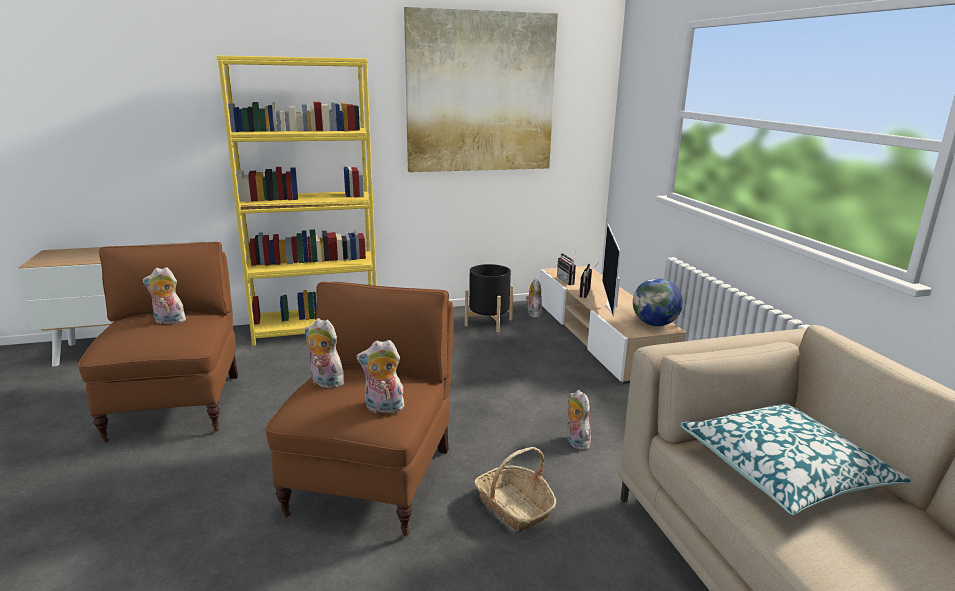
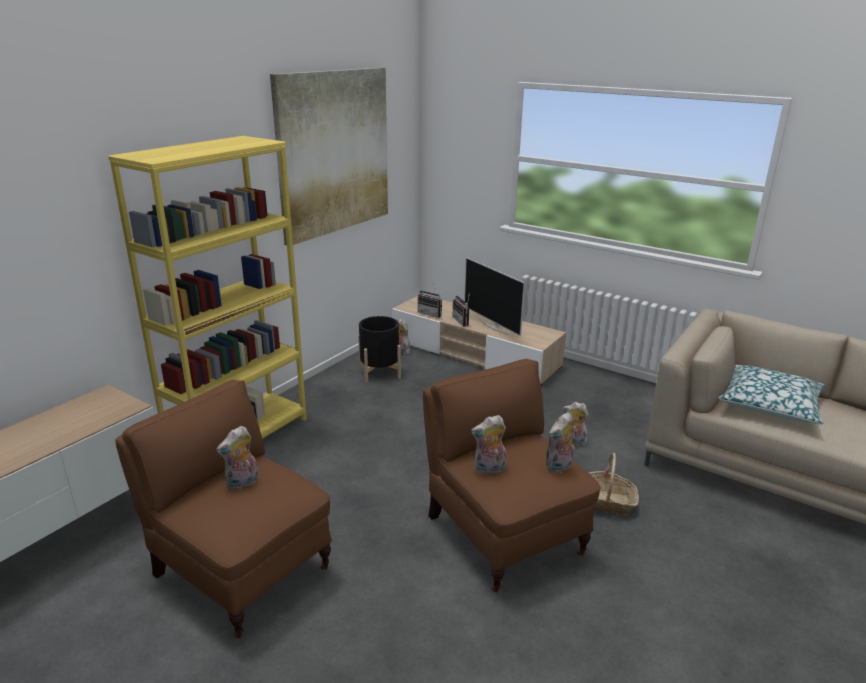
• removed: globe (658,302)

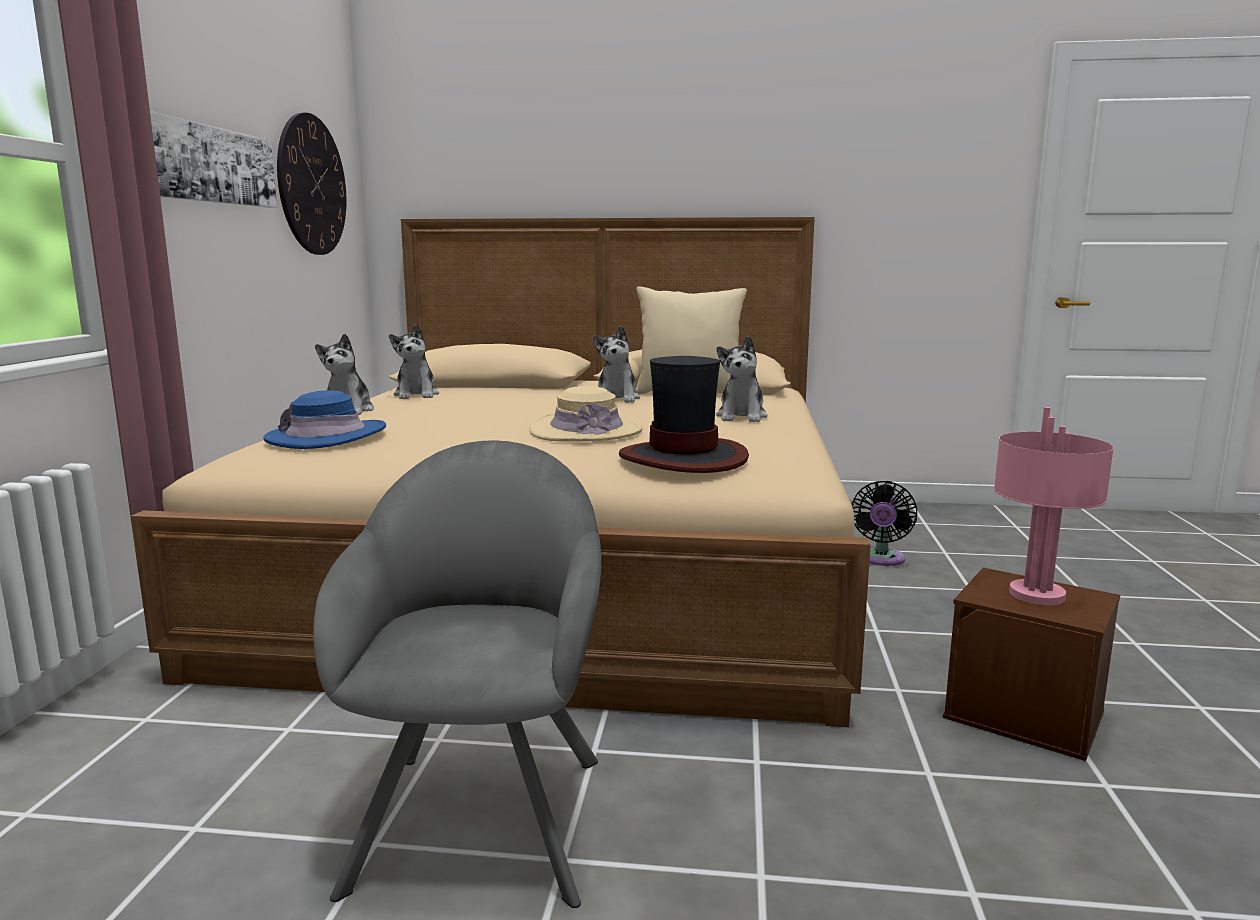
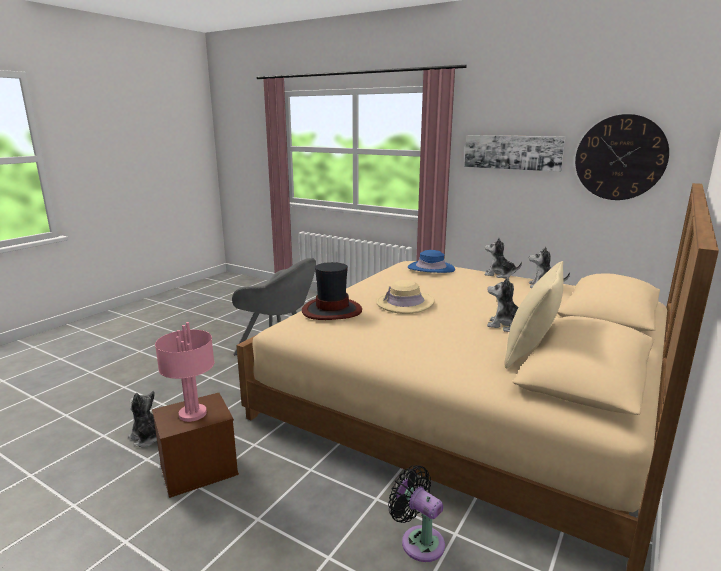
• moved: plush toy (742,379) to (142,419)

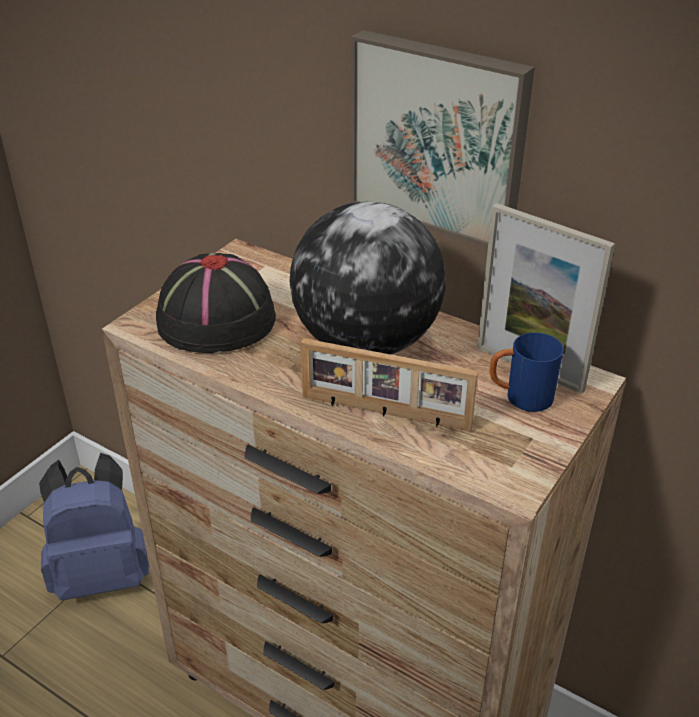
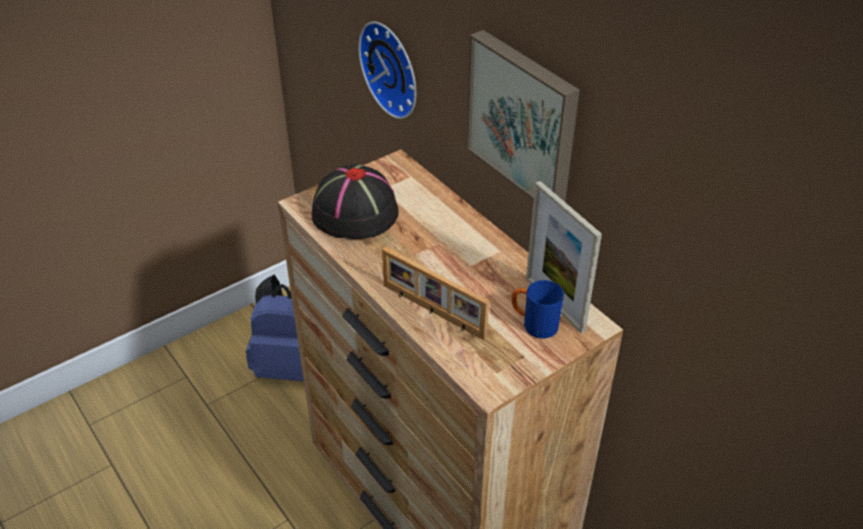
• added: wall clock (387,70)
• removed: globe (367,278)

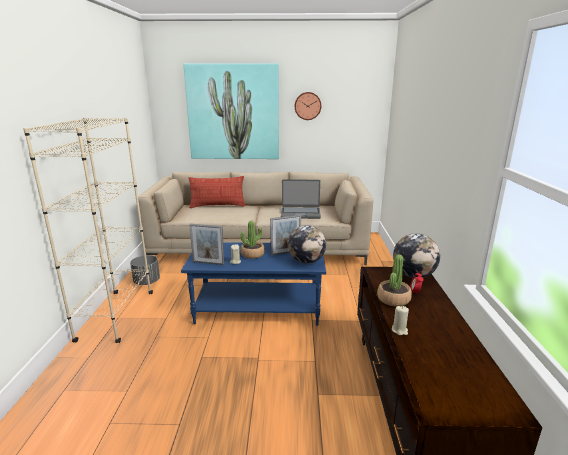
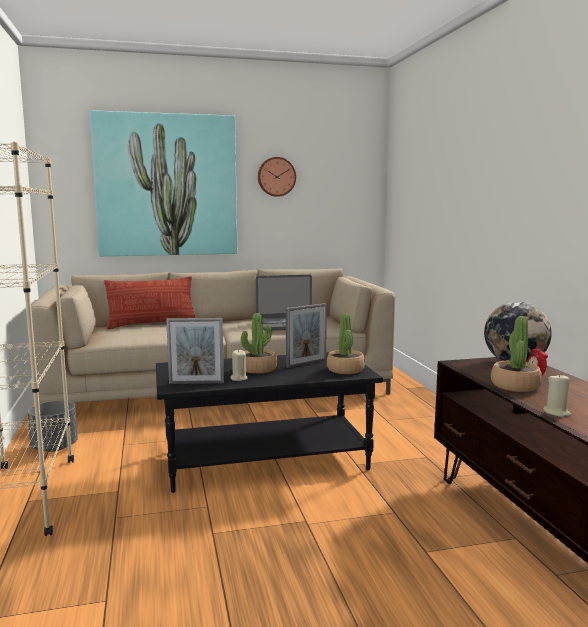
• recoloured: coffee table (blue) (253,284) to coffee table (black) (269,422)
• replaced: globe (307,244) to potted plant (345,343)

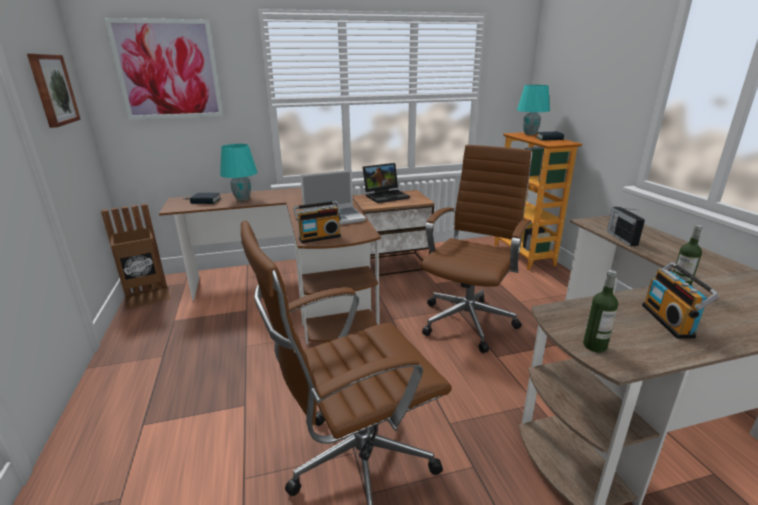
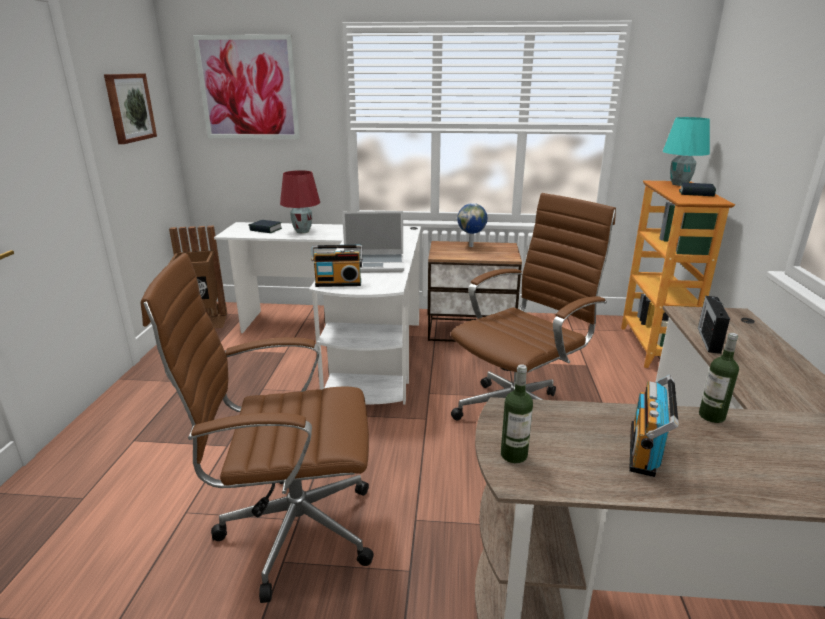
• recoloured: desk (brown) (270,266) to desk (white) (317,313)
• recoloured: table lamp (turquoise) (239,172) to table lamp (red) (300,201)
• replaced: laptop (386,183) to globe (472,225)

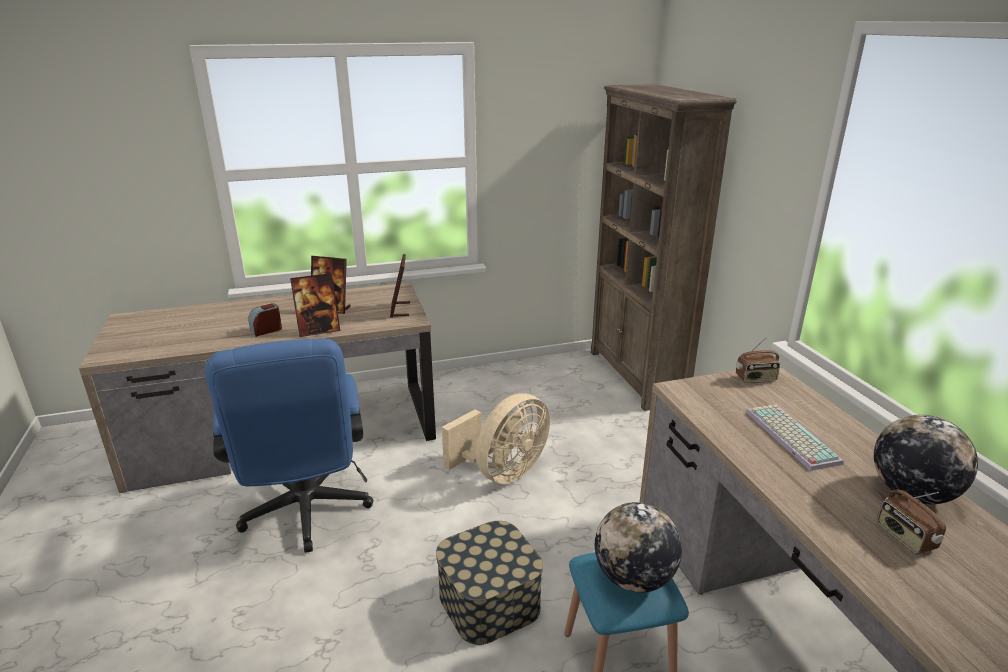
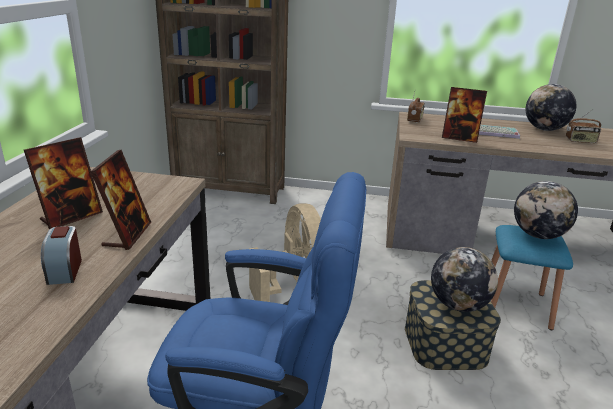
• added: globe (464,279)
• moved: picture frame (400,286) to (464,115)

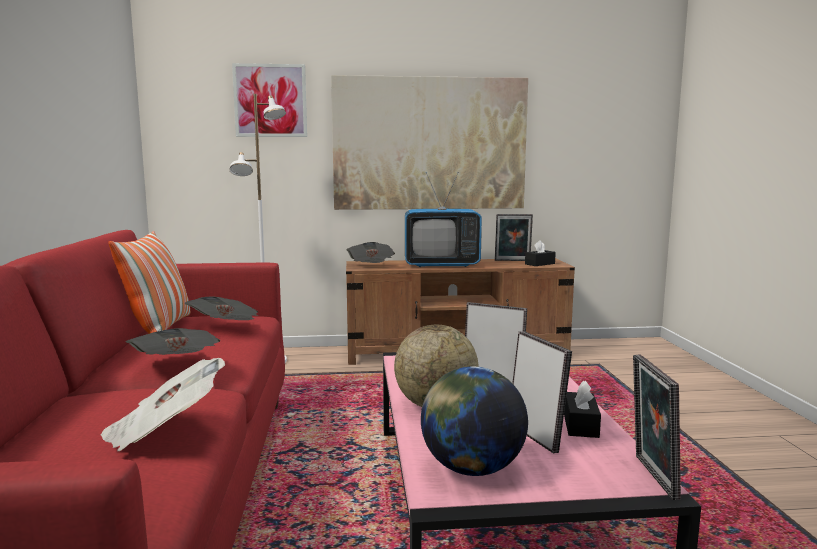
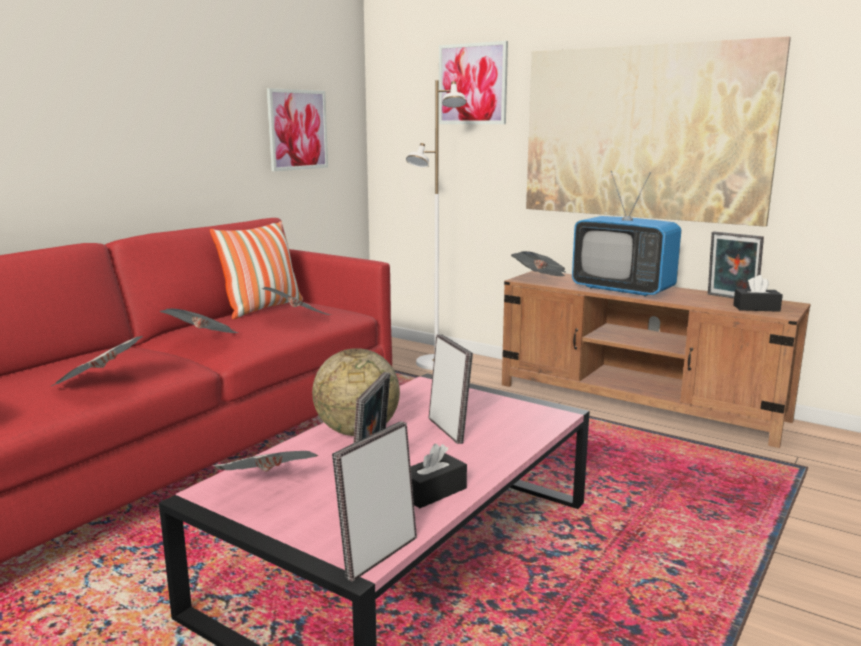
• replaced: globe (474,421) to newspaper (265,461)
• added: picture (297,129)

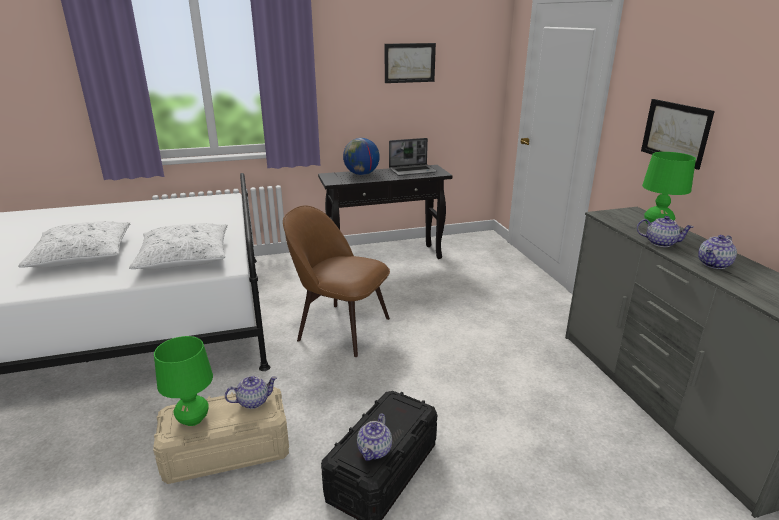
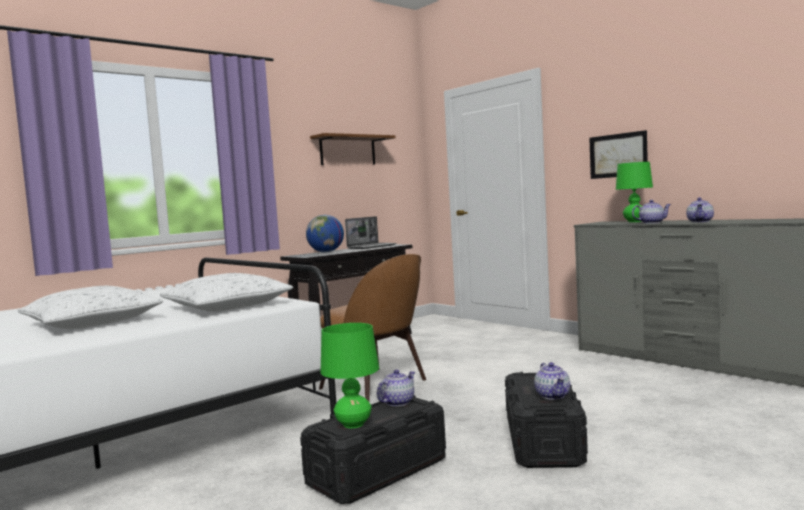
• recoloured: storage box (beige) (221,435) to storage box (black) (373,449)
• replaced: picture (410,63) to shelf (brown) (353,149)
• turned: chair (brown) (336,281) = (372,328) 135 degrees counterclockwise

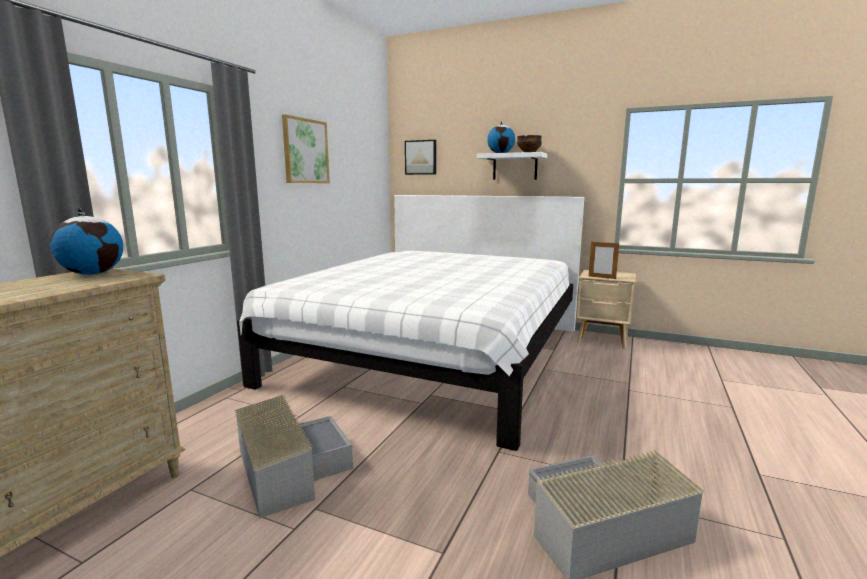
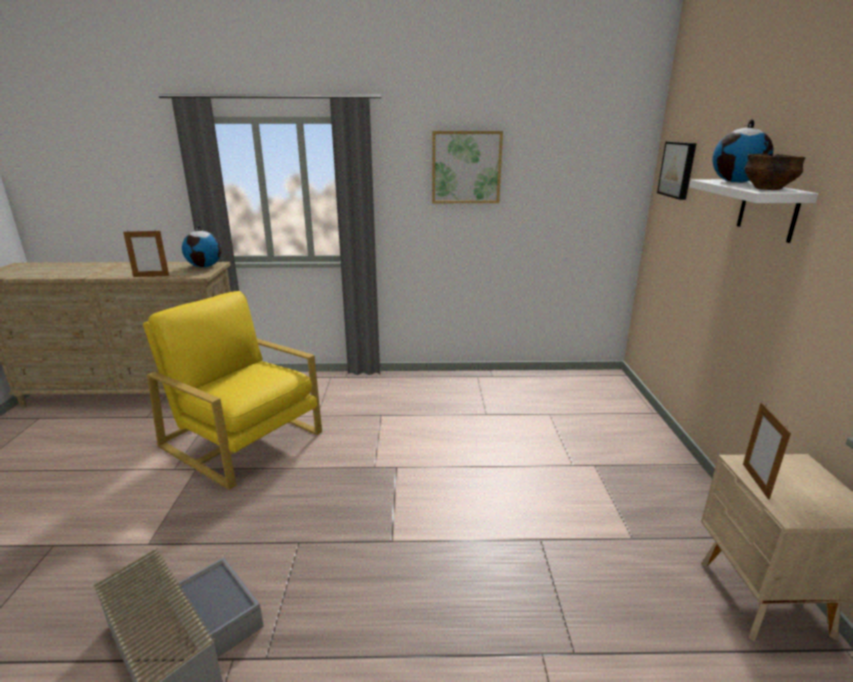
• added: picture frame (146,253)
• replaced: storage box (grey) (294,457) to armchair (yellow) (232,390)
• removed: bed (white) (410,323)

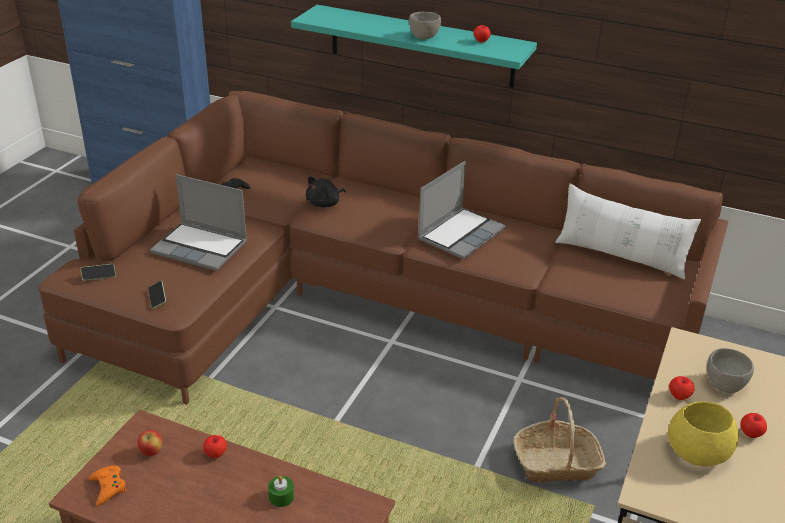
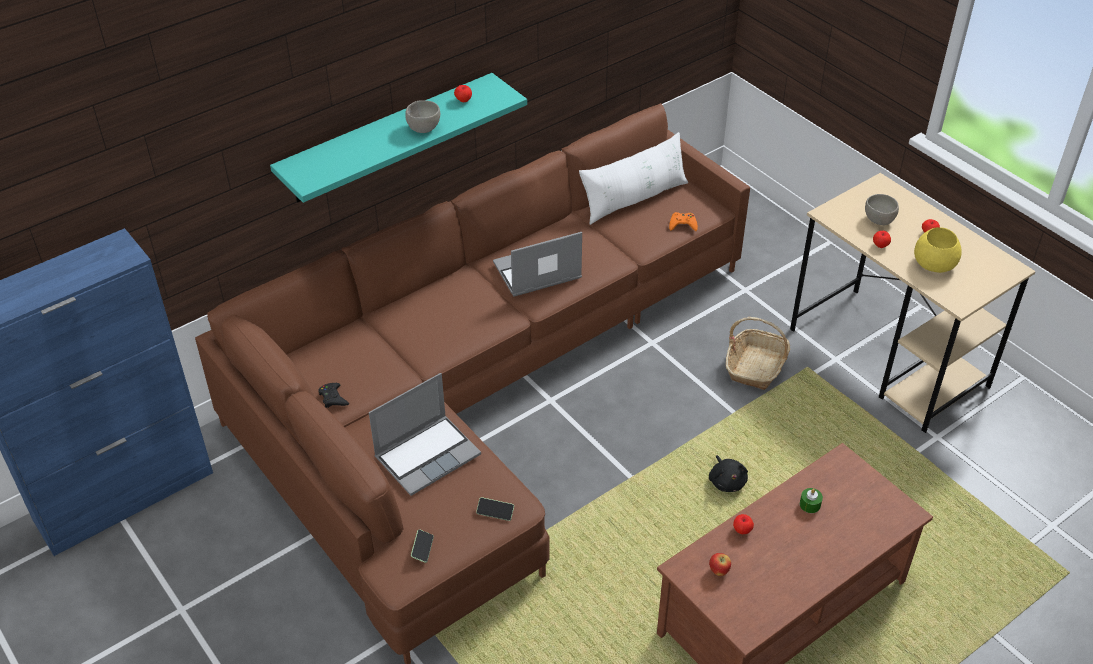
• turned: laptop (462,210) = (537,264) 90 degrees counterclockwise
• moved: game controller (orange) (107,485) to (683,221)
• moved: plush toy (black) (325,192) to (728,473)

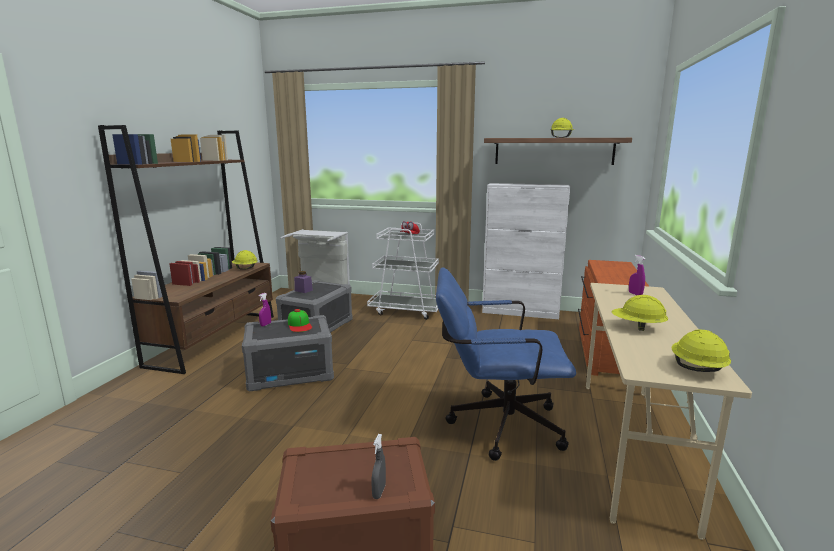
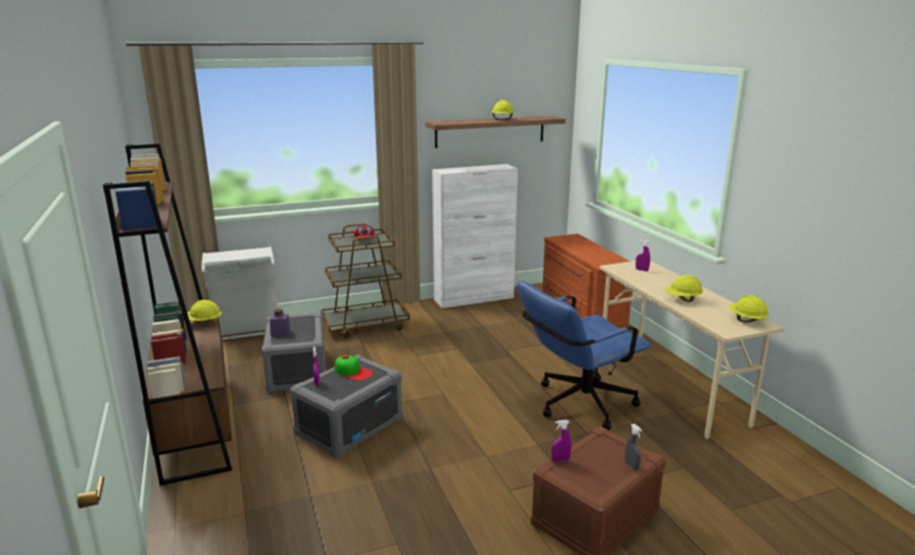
• recoloured: cart (white) (403,271) to cart (brown) (365,281)
• added: spray bottle (purple) (561,441)

